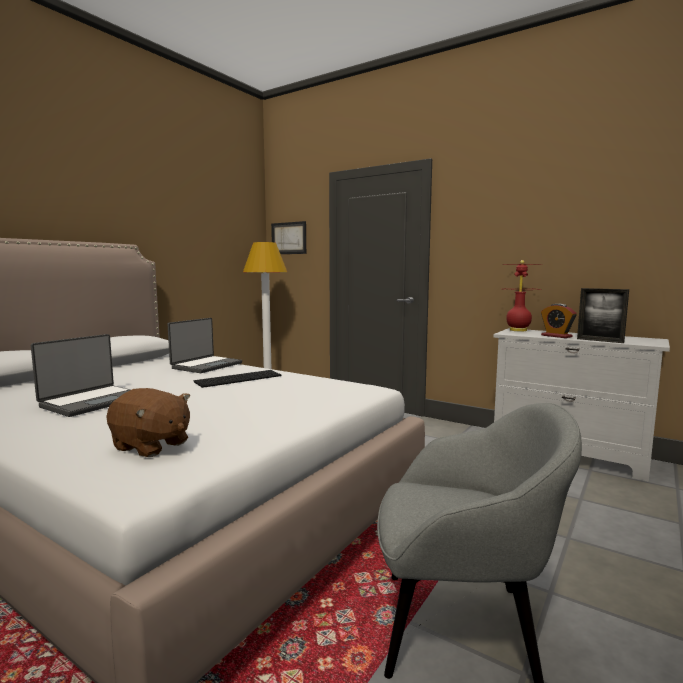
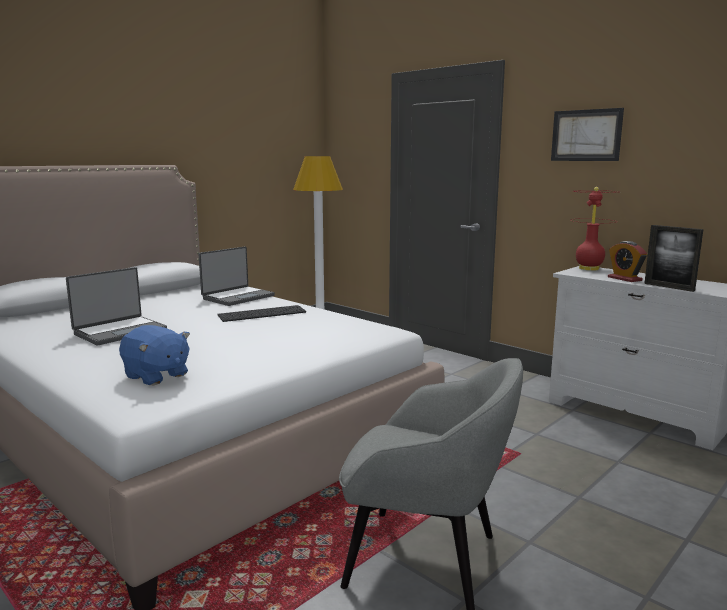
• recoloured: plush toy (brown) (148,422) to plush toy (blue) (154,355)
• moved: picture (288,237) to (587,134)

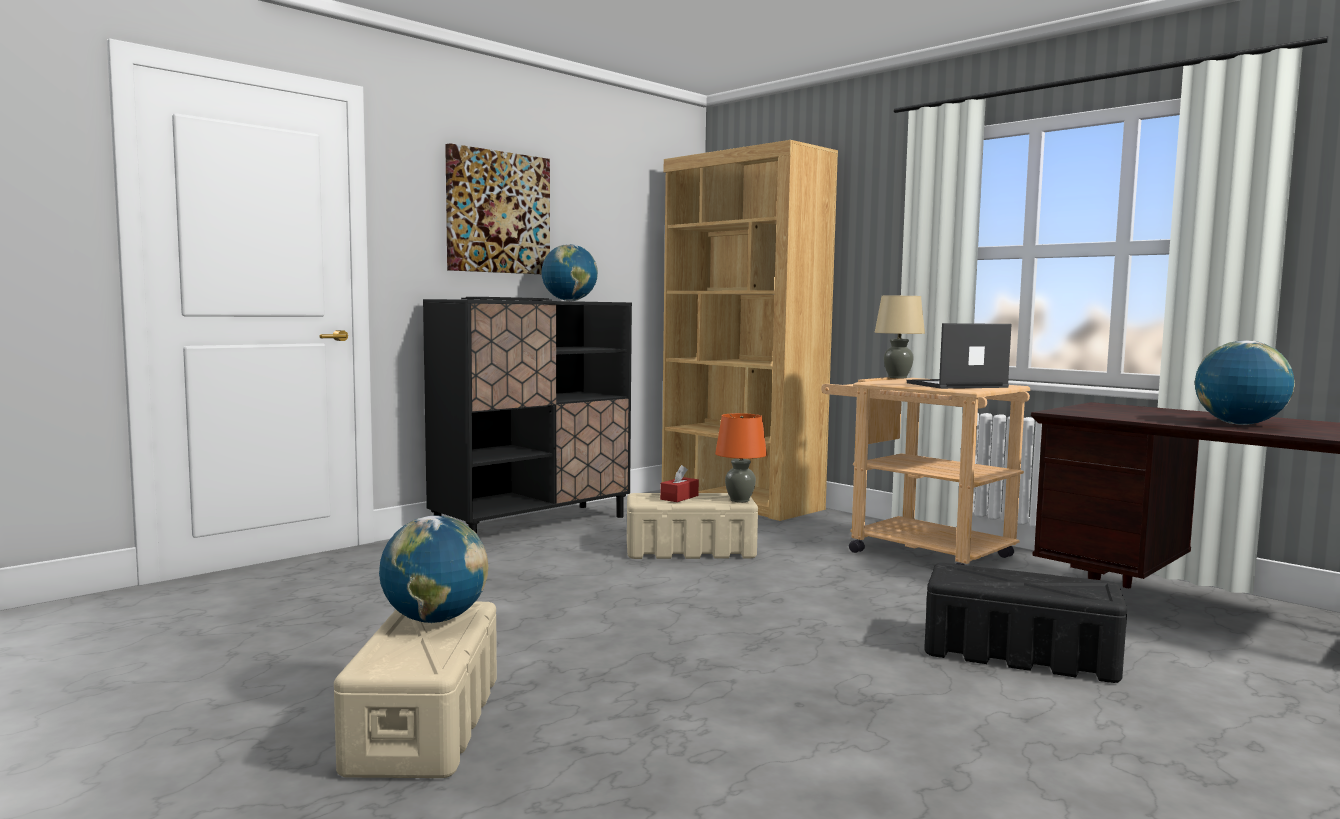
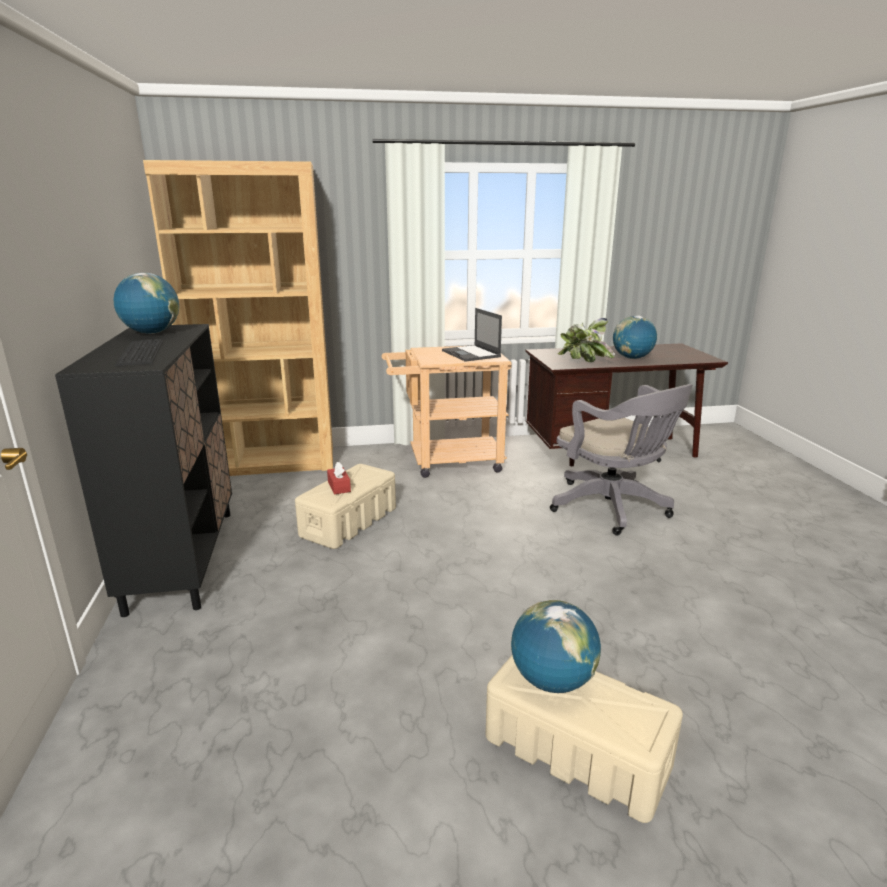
• turned: laptop (959,356) = (472,335) 45 degrees counterclockwise
• replaced: storage box (black) (1025,623) to office chair (grey) (621,459)
• added: potted plant (586,340)
• removed: picture (497,208)
• removed: table lamp (orange) (741,457)
• removed: table lamp (beige) (900,337)

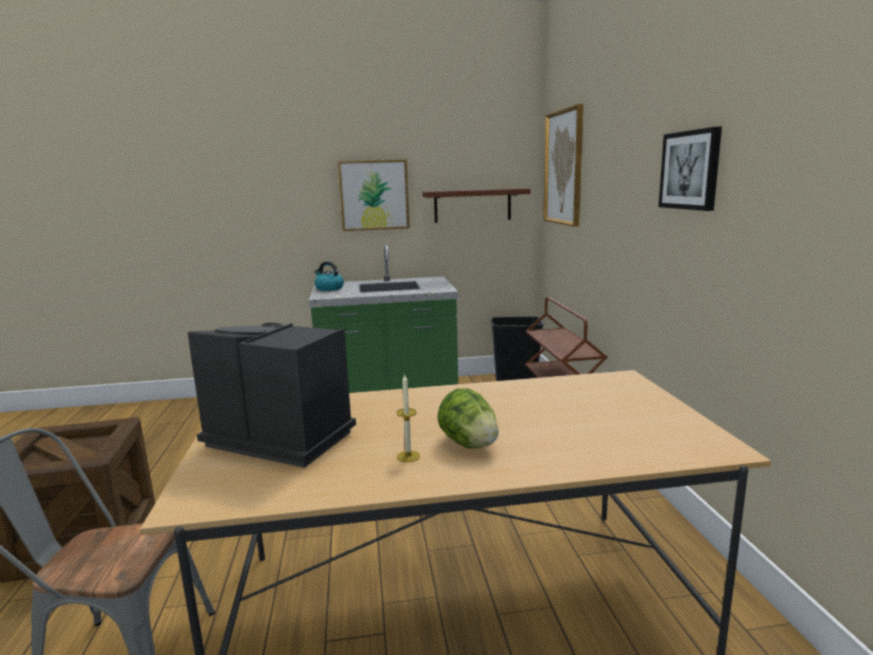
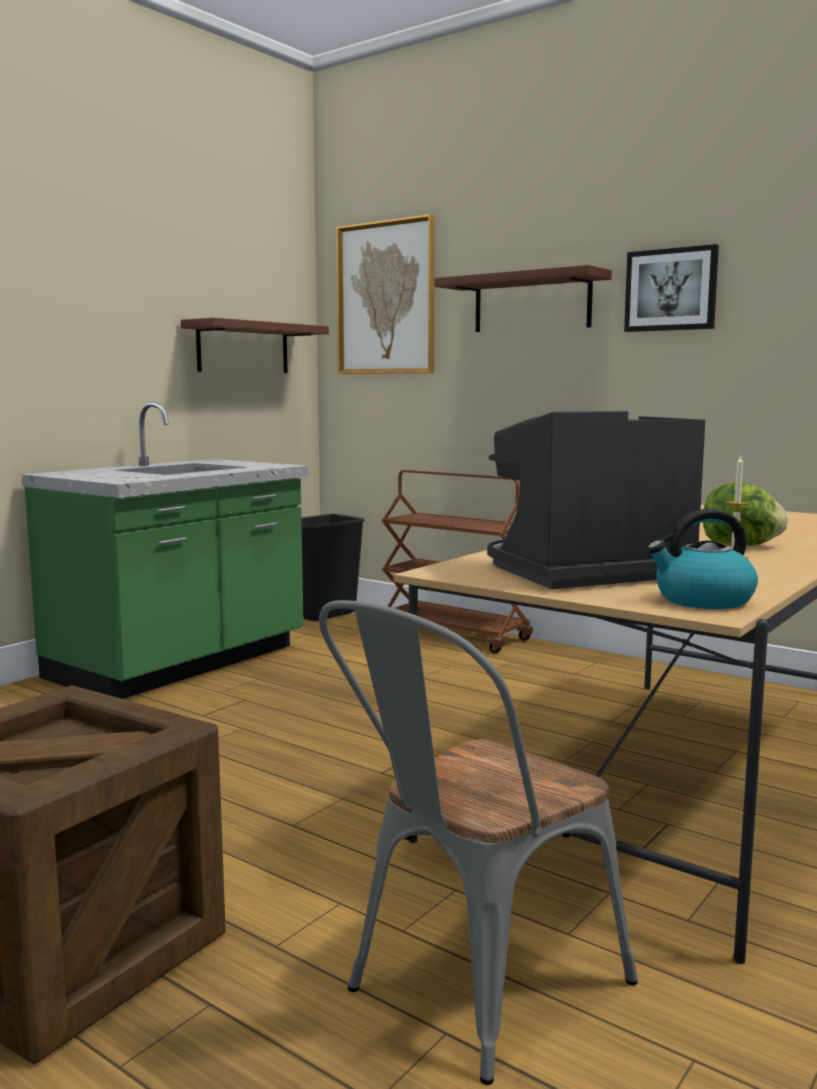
• added: shelf (brown) (523,298)
• moved: kettle (329,276) to (702,559)
• removed: picture (374,195)

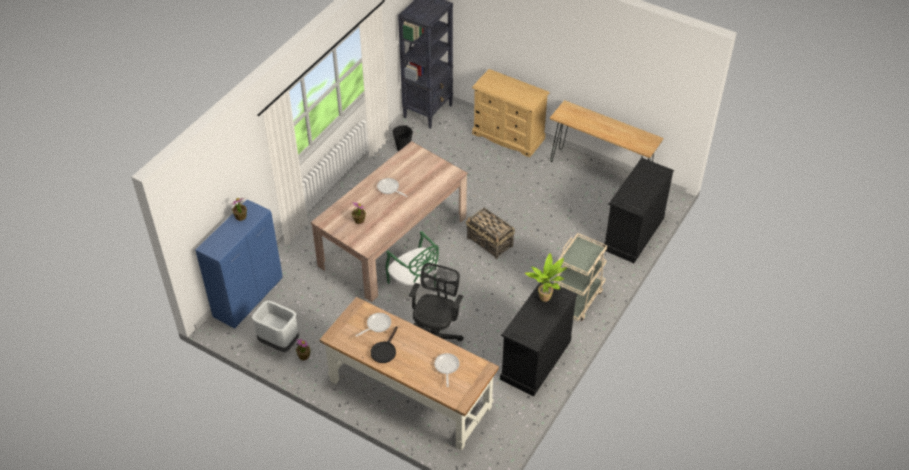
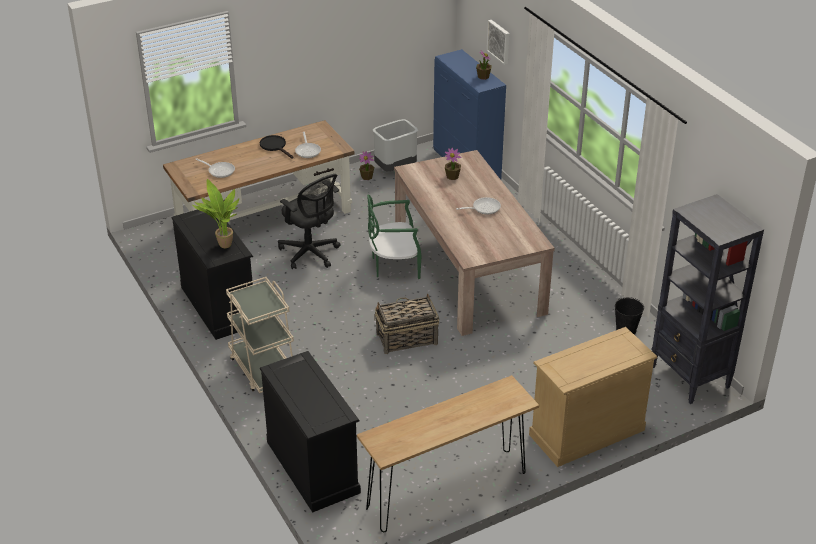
• added: picture (498,42)

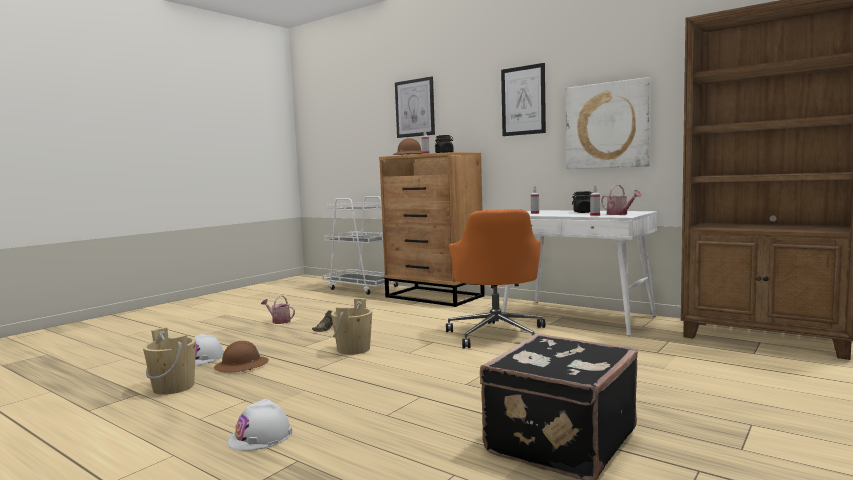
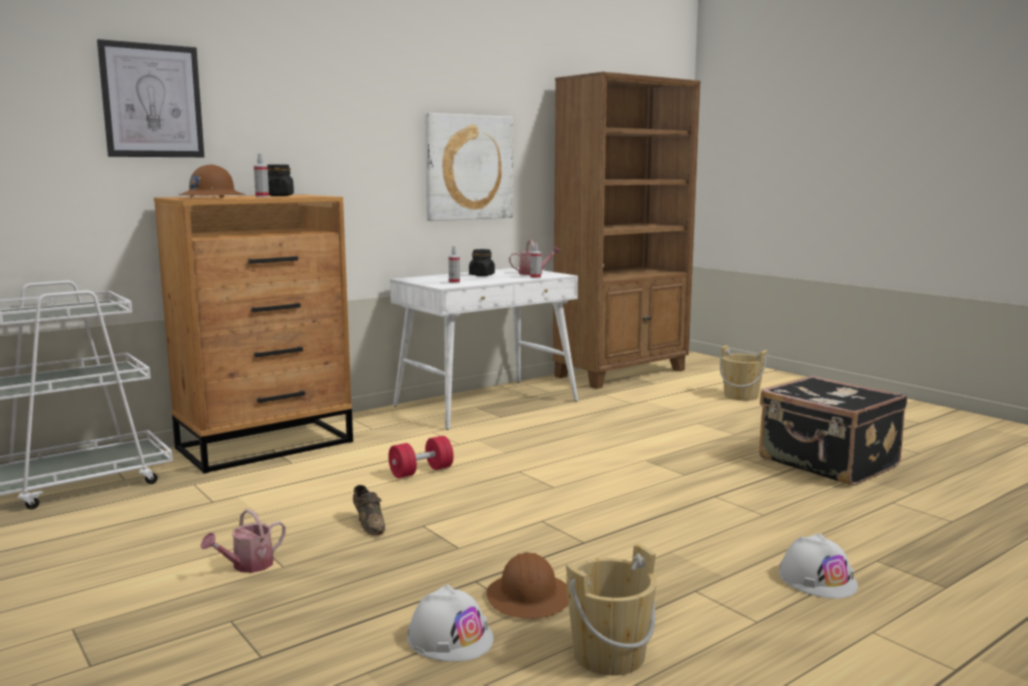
• added: dumbbell (red) (421,457)
• moved: bucket (beige) (351,326) to (743,373)
• removed: office chair (orange) (495,278)
• removed: picture (523,99)

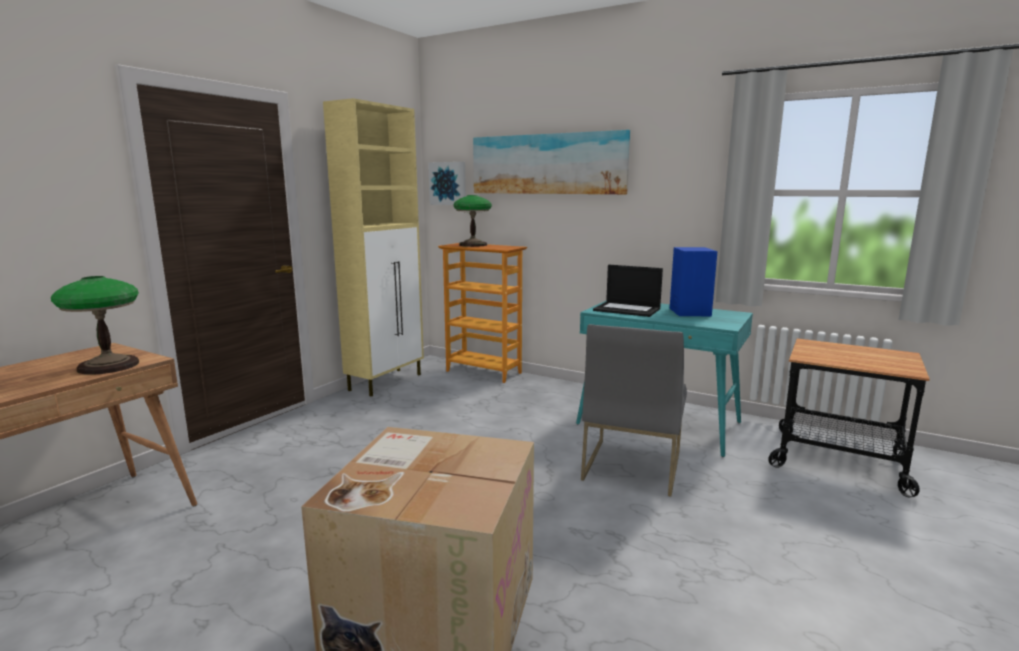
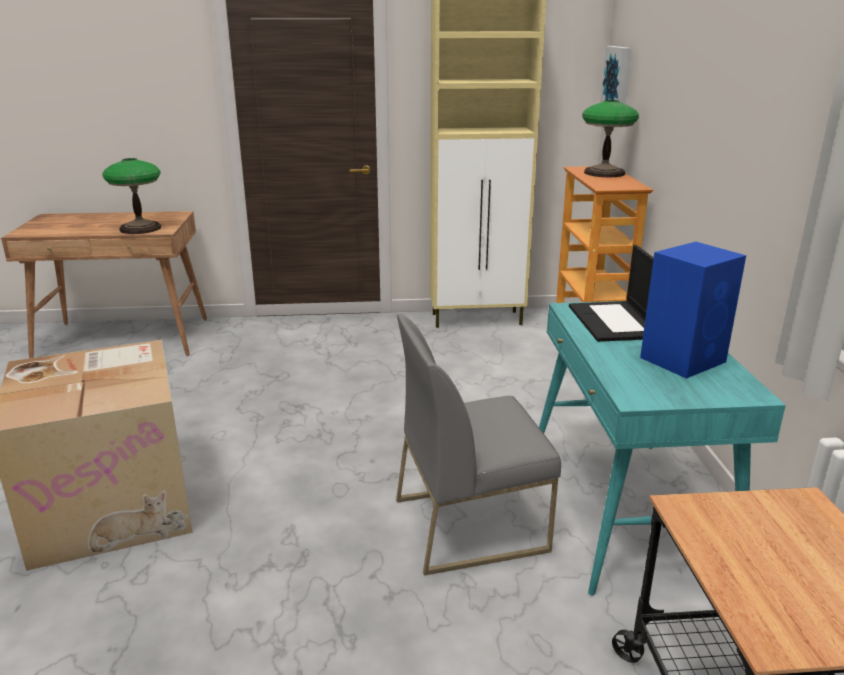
• removed: picture (551,162)

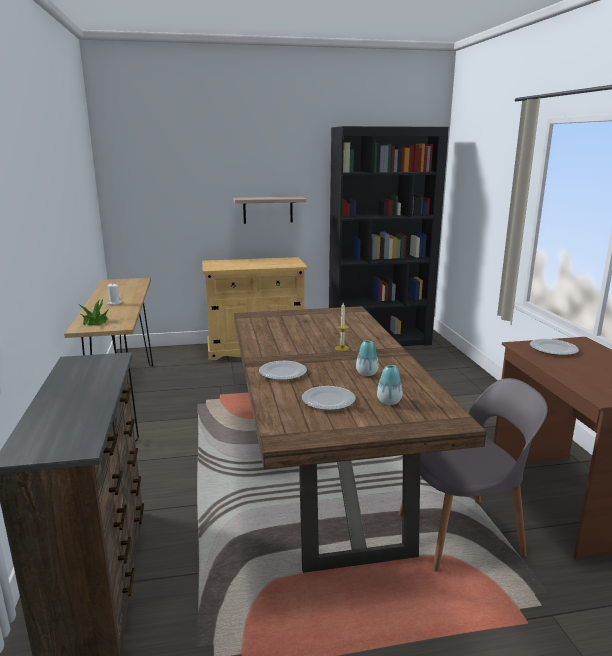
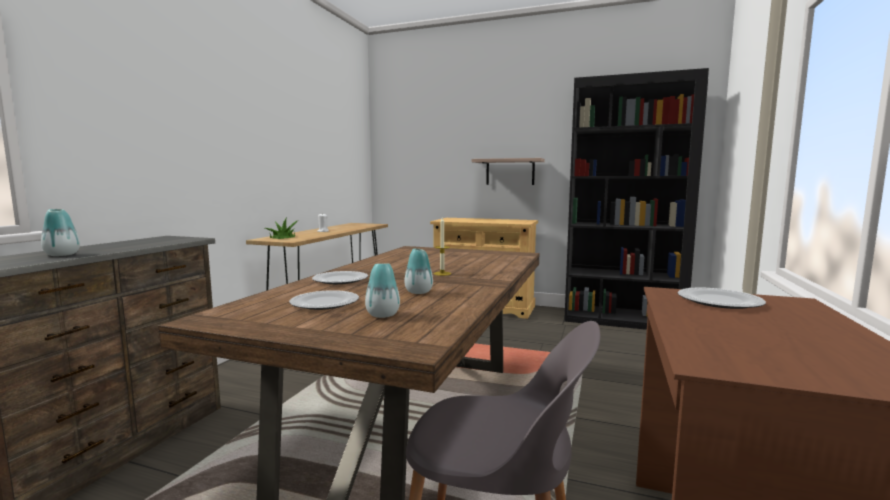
• added: vase (60,232)

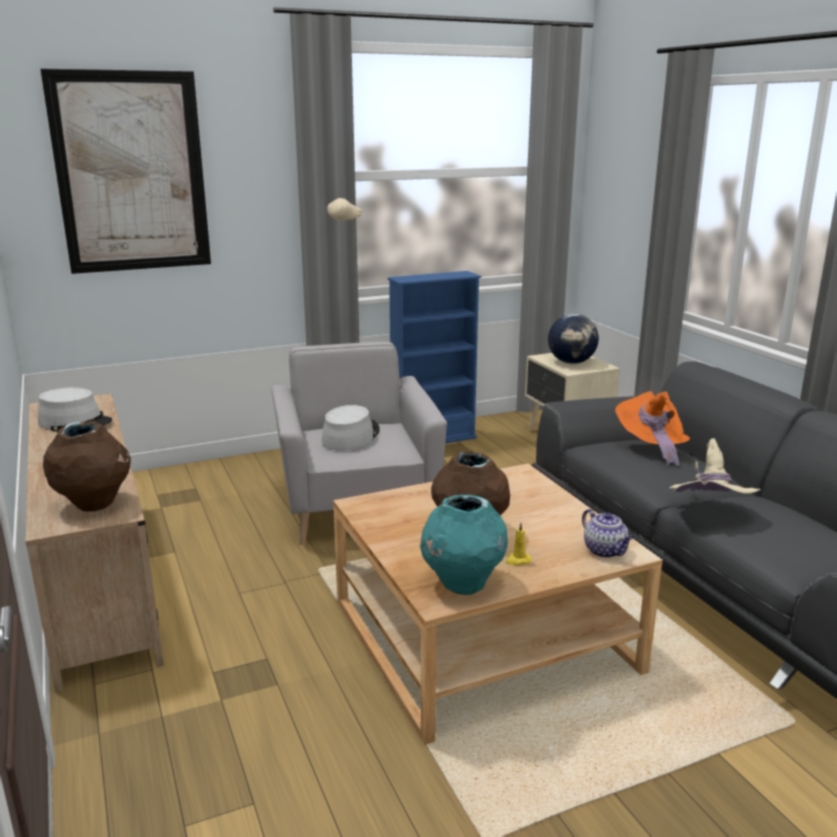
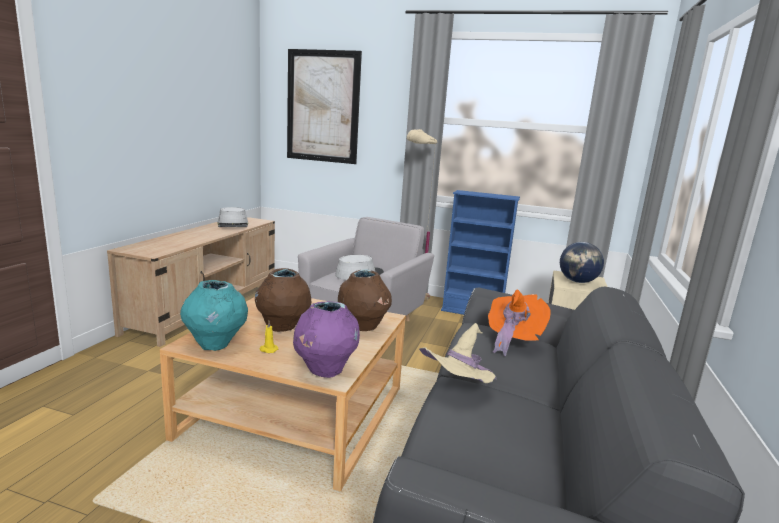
• replaced: teapot (607,533) to vase (purple) (326,339)
• moved: vase (brown) (87,466) to (365,300)

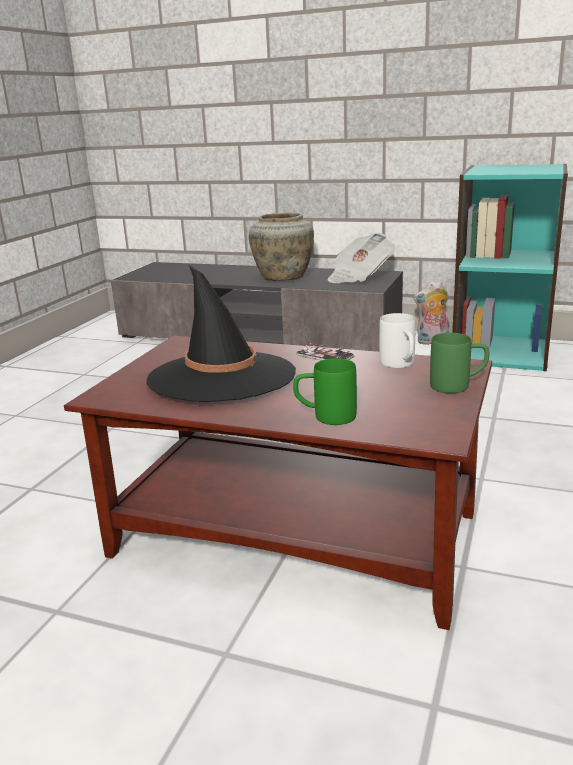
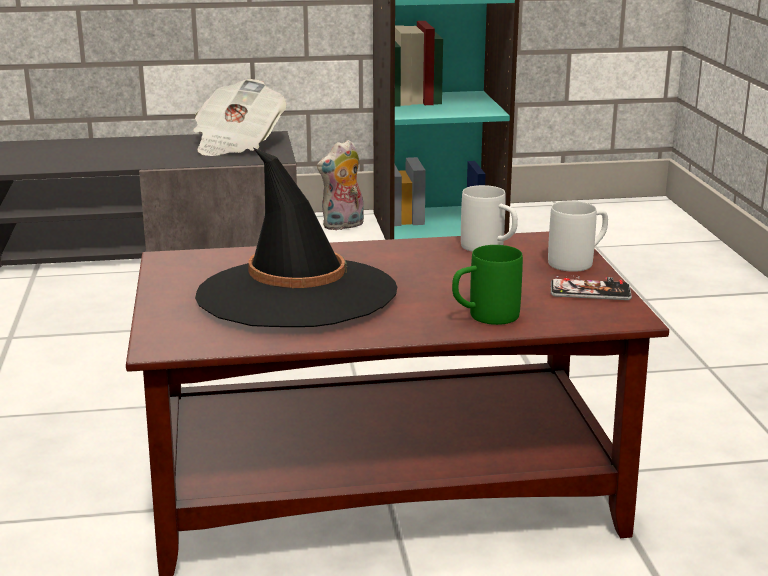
• recoloured: mug (green) (459,363) to mug (white) (578,236)
• moved: phone (325,351) to (591,287)
• removed: vase (beige) (281,247)

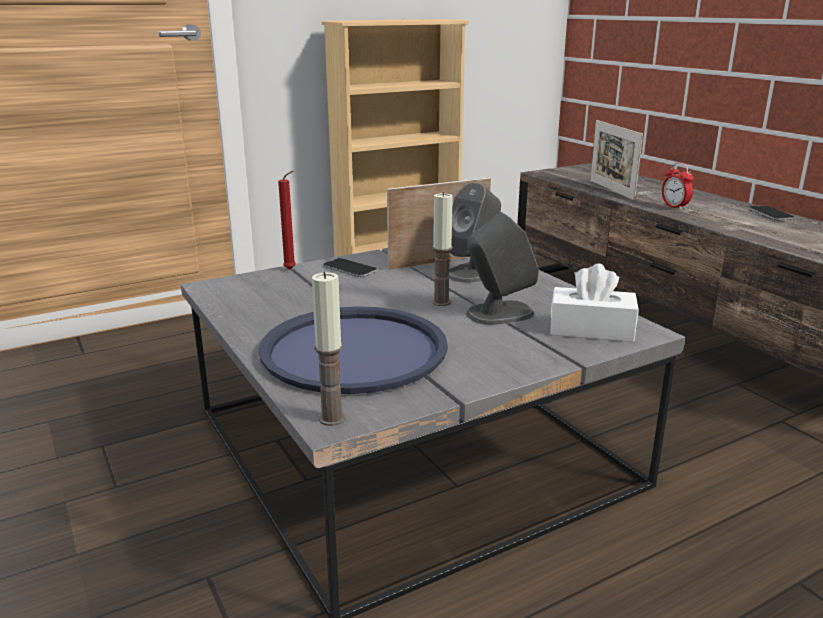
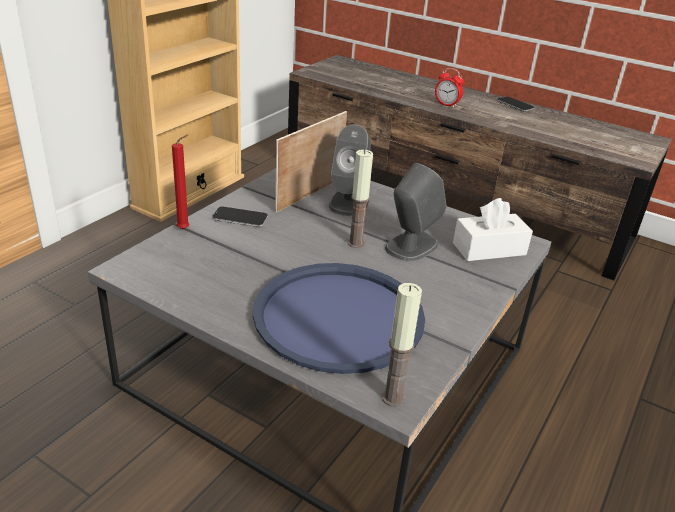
• removed: picture frame (616,160)

